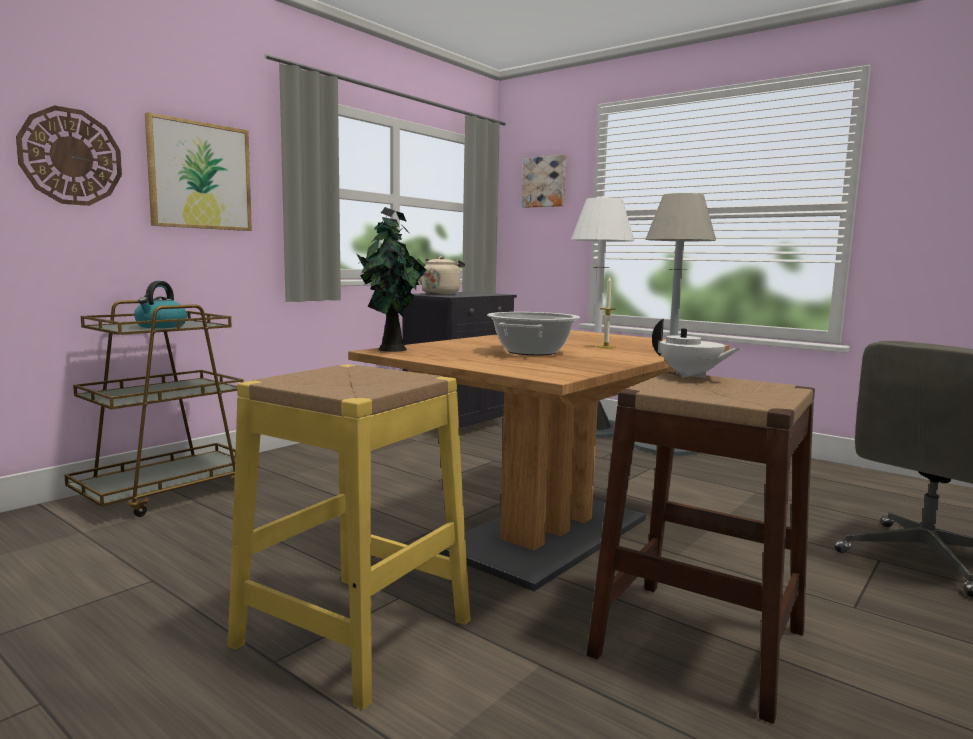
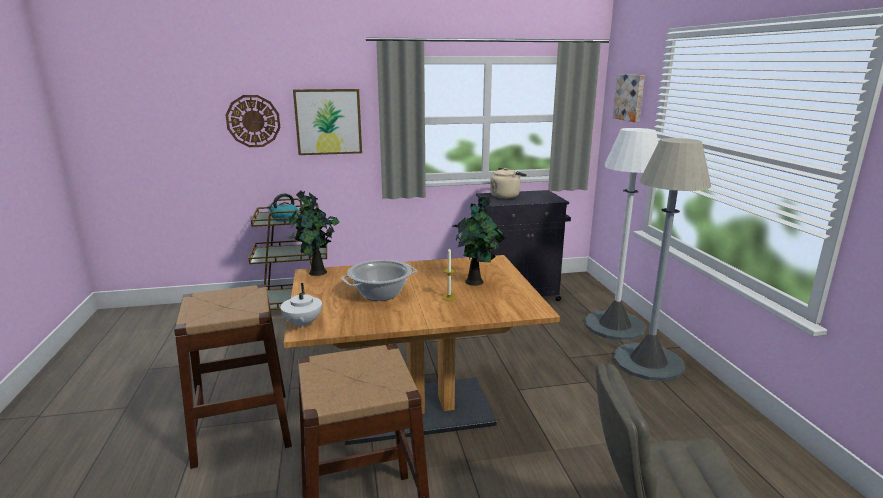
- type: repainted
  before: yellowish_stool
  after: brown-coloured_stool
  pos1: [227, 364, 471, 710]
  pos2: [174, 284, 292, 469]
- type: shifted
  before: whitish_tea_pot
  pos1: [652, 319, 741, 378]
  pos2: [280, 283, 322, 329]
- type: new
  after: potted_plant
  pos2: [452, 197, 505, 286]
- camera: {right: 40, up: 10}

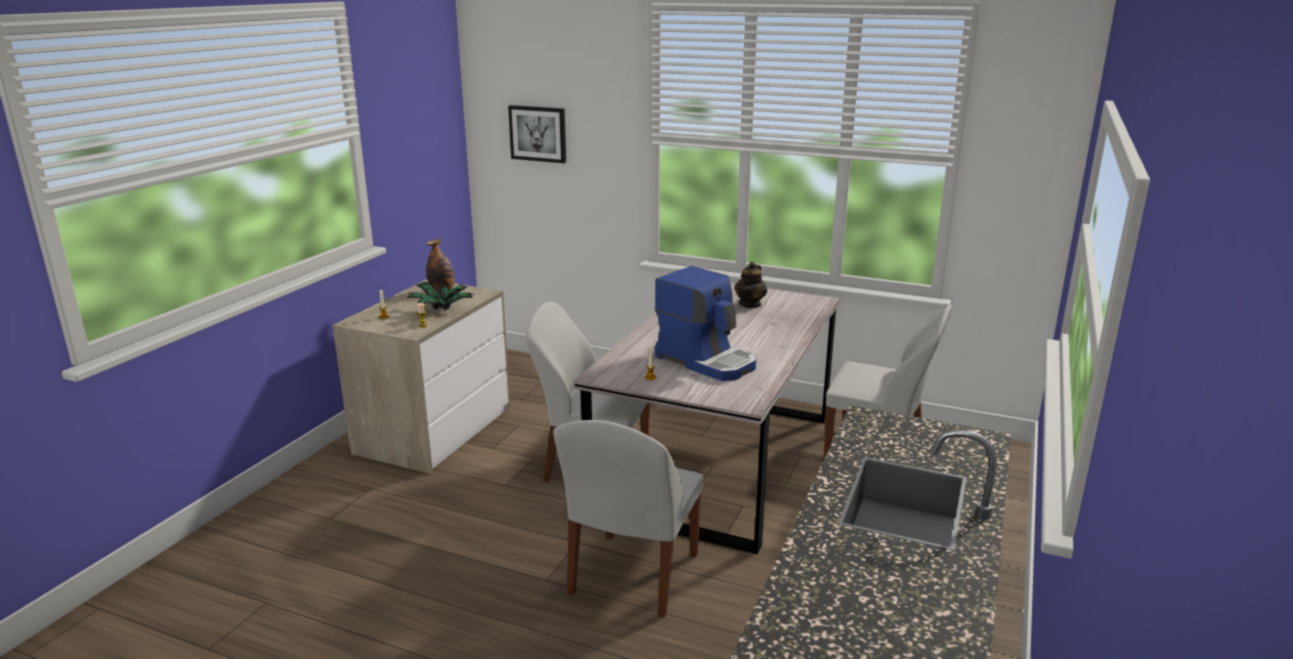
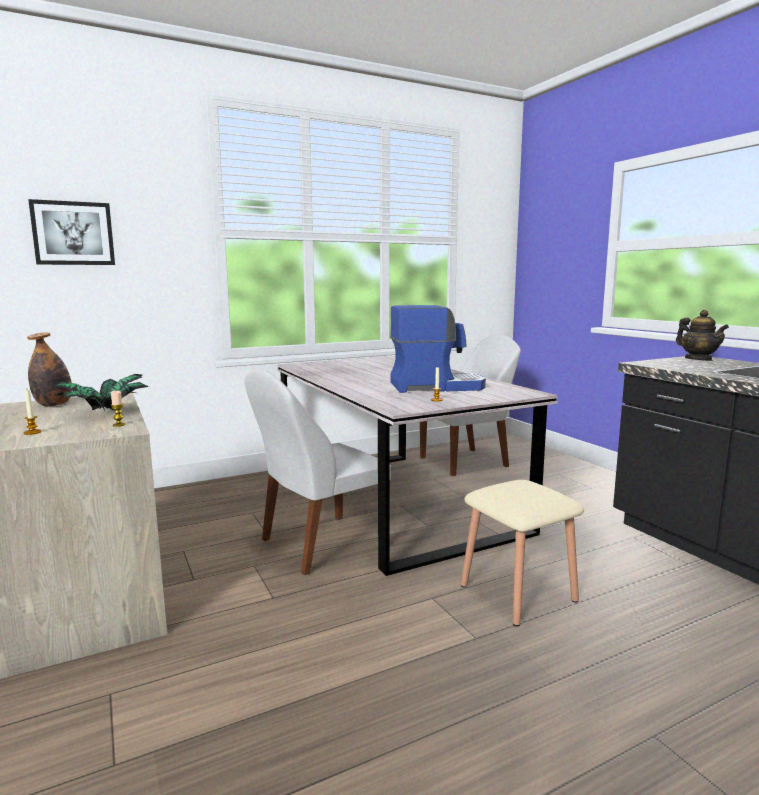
- type: swapped
  before: whitish_chair
  after: beige-coloured_stool
  pos1: [553, 420, 703, 618]
  pos2: [461, 480, 584, 627]
- type: shifted
  before: tea_pot
  pos1: [734, 262, 767, 308]
  pos2: [676, 310, 729, 361]
- camera: {right: -50, up: -10}

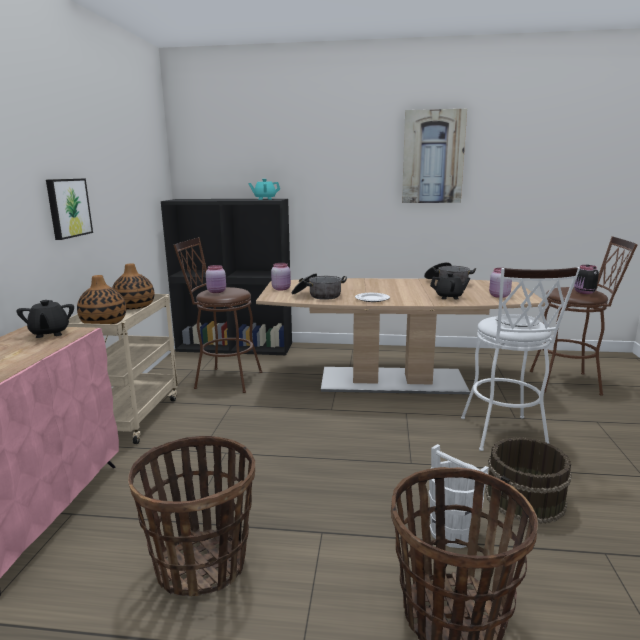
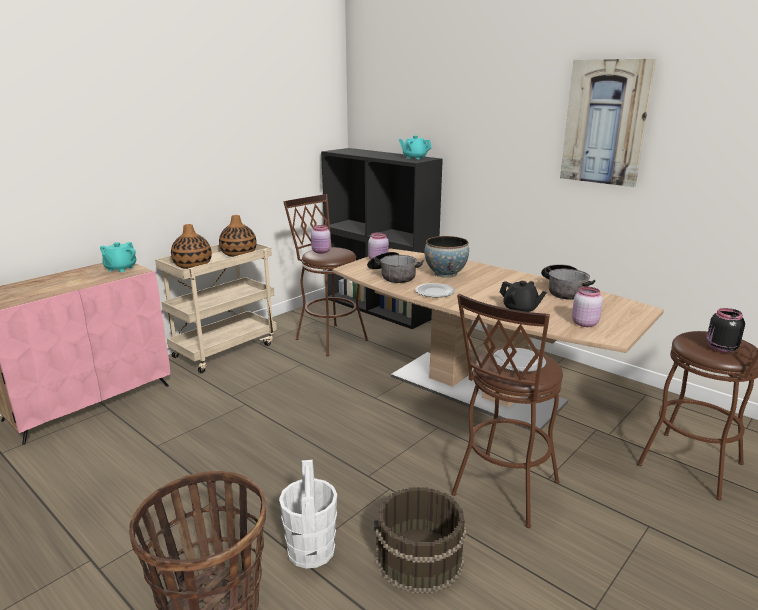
- type: repainted
  before: black_tea_pot
  after: turquoise-coloured_tea_pot
  pos1: [16, 300, 74, 338]
  pos2: [100, 242, 136, 272]
- type: new
  after: bowl
  pos2: [425, 236, 469, 278]
- type: repainted
  before: whitish_stool
  after: brown-coloured_stool
  pos1: [461, 267, 580, 451]
  pos2: [451, 294, 563, 528]
- type: gone
  before: picture
  pos1: [46, 178, 93, 240]
- type: gone
  before: storage_basket
  pos1: [128, 436, 255, 596]
- camera: {right: 35, up: 5}

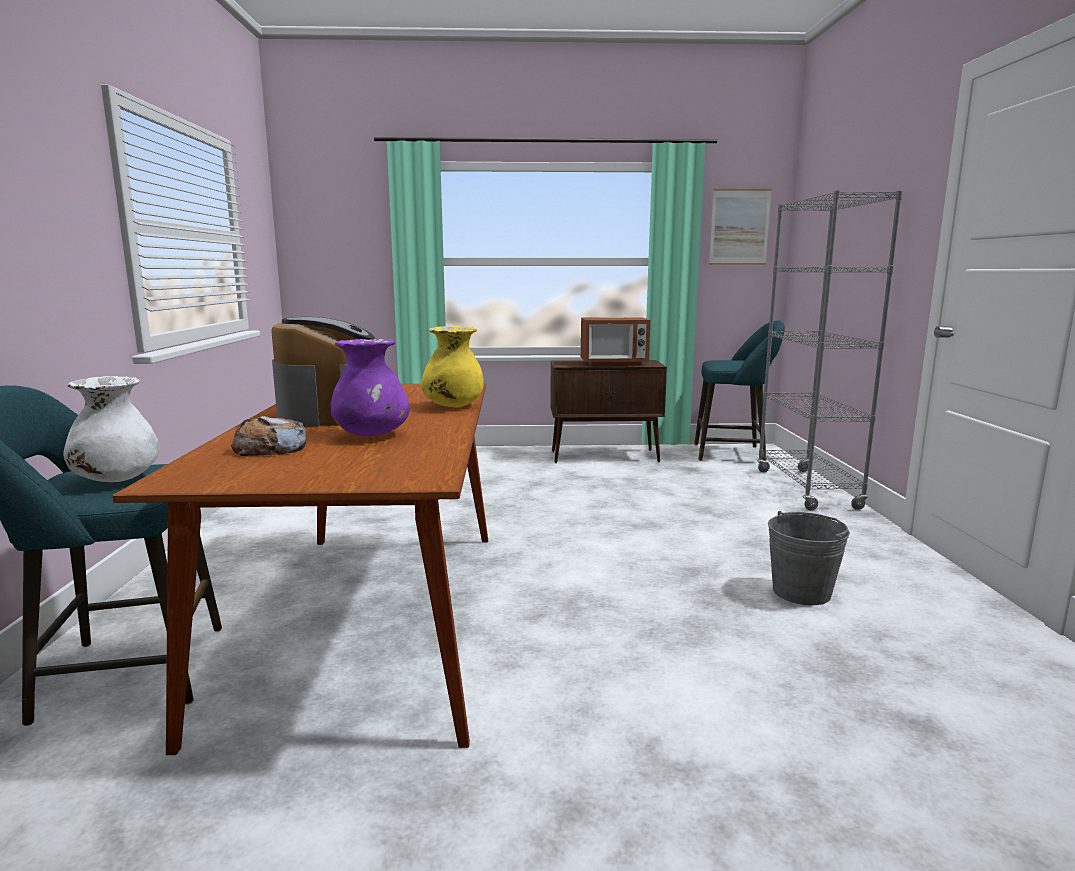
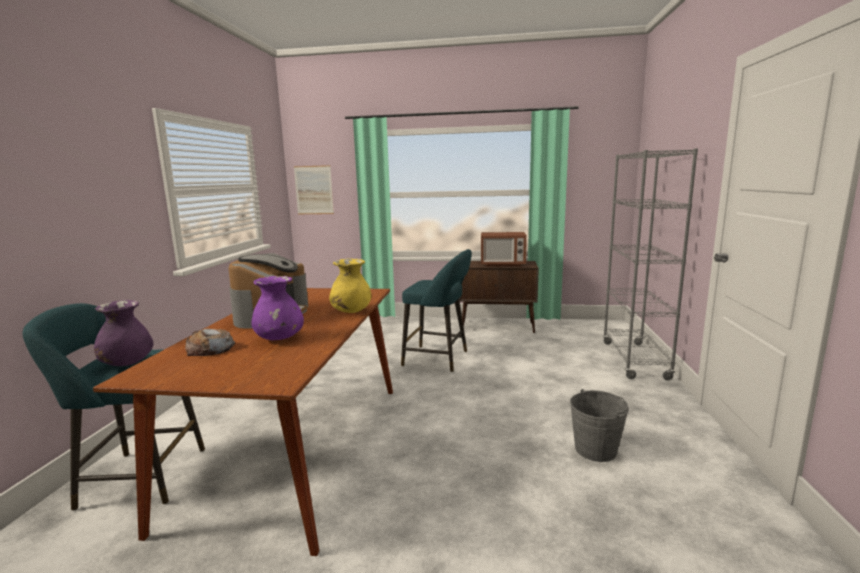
- type: repainted
  before: whitish_vase
  after: purplish_vase
  pos1: [63, 376, 160, 482]
  pos2: [94, 300, 153, 366]
- type: shifted
  before: picture
  pos1: [709, 189, 772, 265]
  pos2: [294, 165, 334, 214]
- type: shifted
  before: turquoise-coloured_stool
  pos1: [694, 320, 785, 461]
  pos2: [401, 249, 472, 372]
- camera: {right: 10, up: 0}

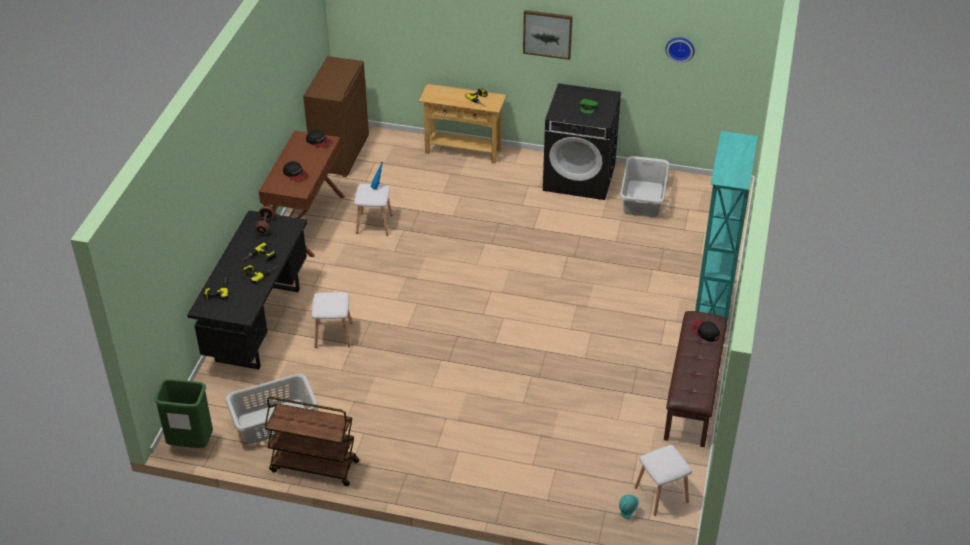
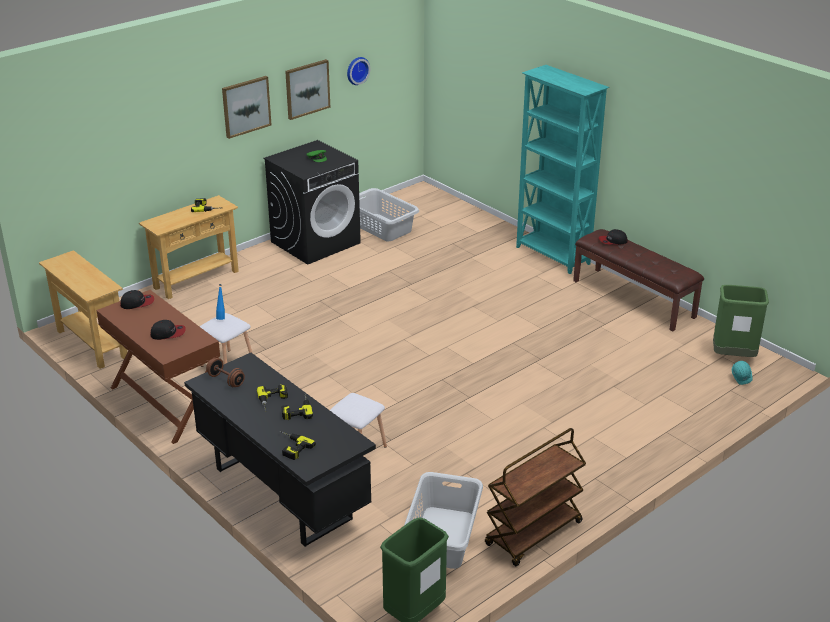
- type: swapped
  before: brown-coloured_cabinet
  after: beige-coloured_console_table
  pos1: [303, 56, 369, 177]
  pos2: [39, 250, 127, 369]
- type: new
  after: picture
  pos2: [285, 59, 330, 120]
- type: swapped
  before: whitish_stool
  after: green-coloured_waste_bin
  pos1: [635, 445, 692, 516]
  pos2: [713, 285, 769, 357]
- camera: {right: -55, up: -10}

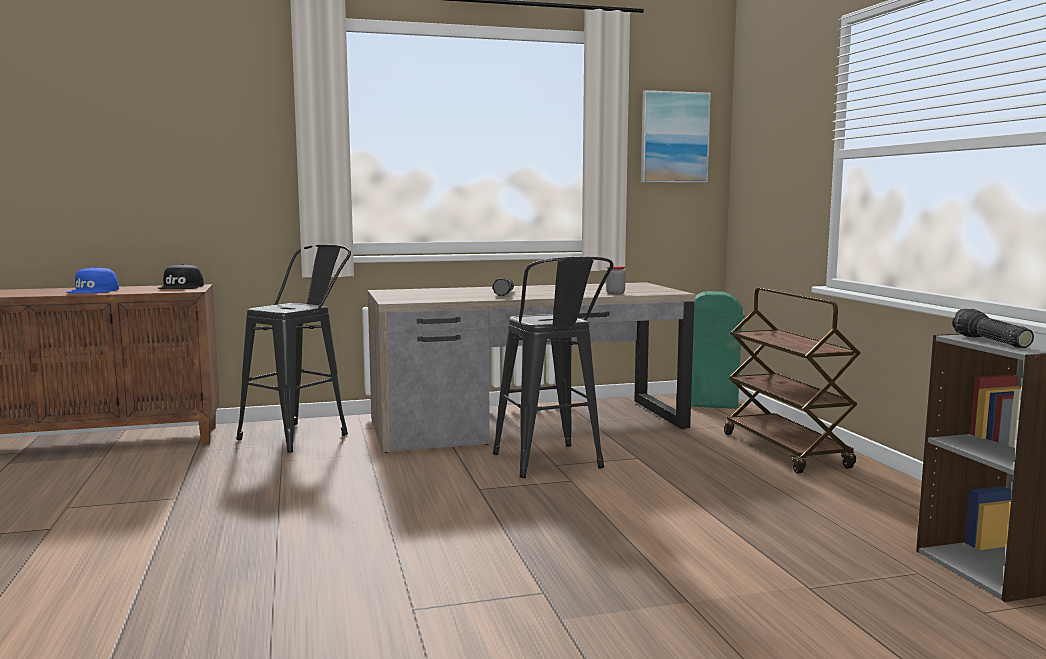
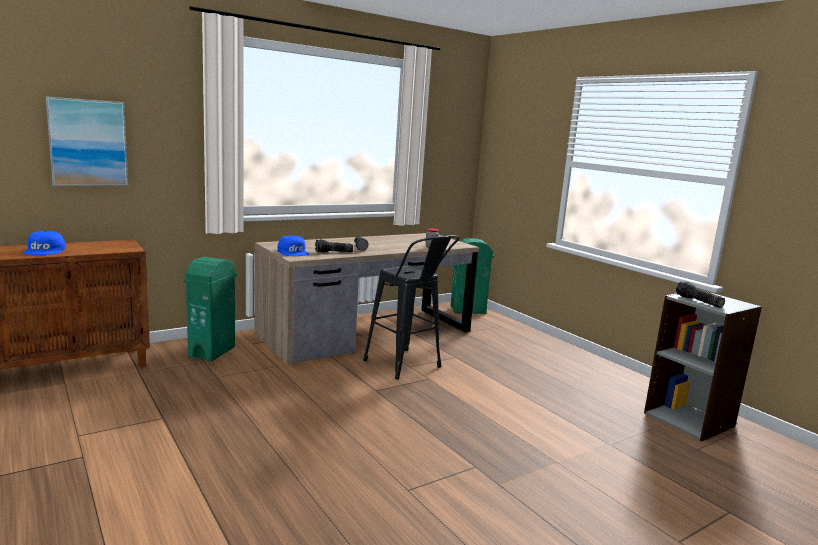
- type: shifted
  before: picture
  pos1: [641, 90, 711, 183]
  pos2: [45, 96, 128, 186]
- type: swapped
  before: black_stool
  after: green-coloured_waste_bin
  pos1: [237, 244, 351, 453]
  pos2: [184, 257, 237, 361]
- type: new
  after: bluish_cap
  pos2: [277, 235, 309, 256]
- type: new
  after: torch
  pos2: [315, 239, 353, 253]
- type: gone
  before: black_cap
  pos1: [158, 264, 204, 289]
- type: gone
  before: brown-coloured_cart
  pos1: [724, 288, 861, 473]
- camera: {right: -20, up: 5}

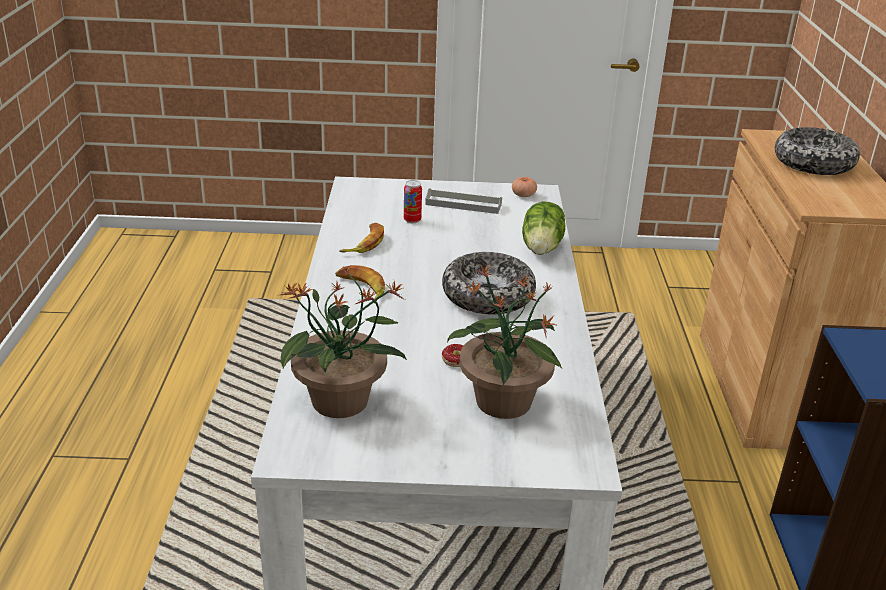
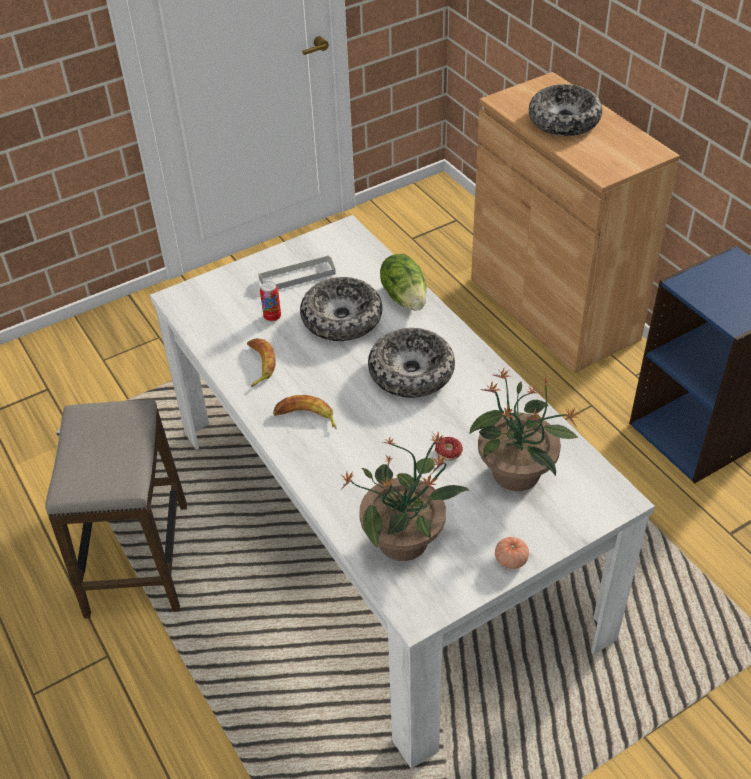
- type: new
  after: stool
  pos2: [45, 400, 187, 619]
- type: new
  after: bowl
  pos2: [300, 277, 382, 341]
- type: shifted
  before: whole_tomato
  pos1: [512, 177, 537, 197]
  pos2: [495, 537, 529, 569]
- camera: {right: -30, up: 15}

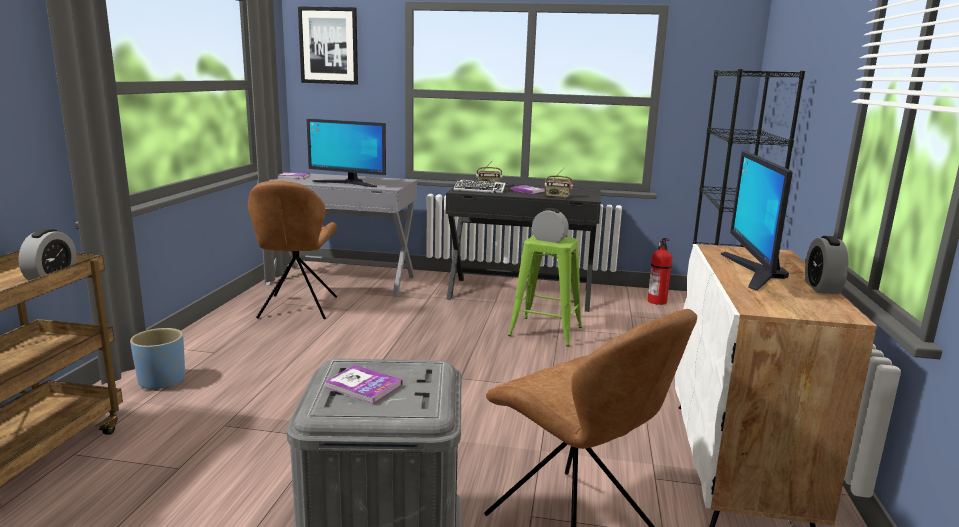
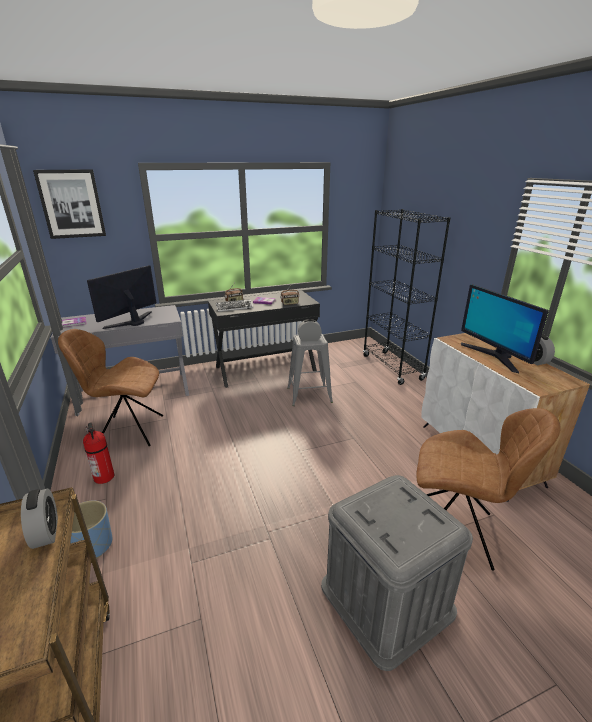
- type: rotated
  before: brown-coloured_chair
  pos1: [248, 181, 337, 319]
  pos2: [58, 329, 163, 446]
  turn: 120
- type: shifted
  before: extinguisher
  pos1: [647, 238, 672, 305]
  pos2: [83, 422, 114, 484]
- type: rotated
  before: computer_display
  pos1: [307, 118, 386, 187]
  pos2: [87, 265, 156, 329]
  turn: 135
- type: repainted
  before: green-coloured_stool
  after: gray_stool
  pos1: [508, 235, 582, 346]
  pos2: [287, 334, 333, 406]
- type: gone
  before: bound_book
  pos1: [324, 365, 402, 404]
- camera: {right: -30, up: 10}

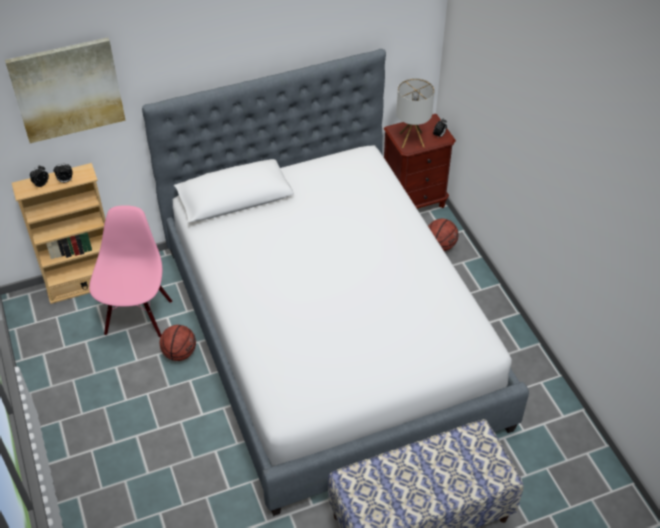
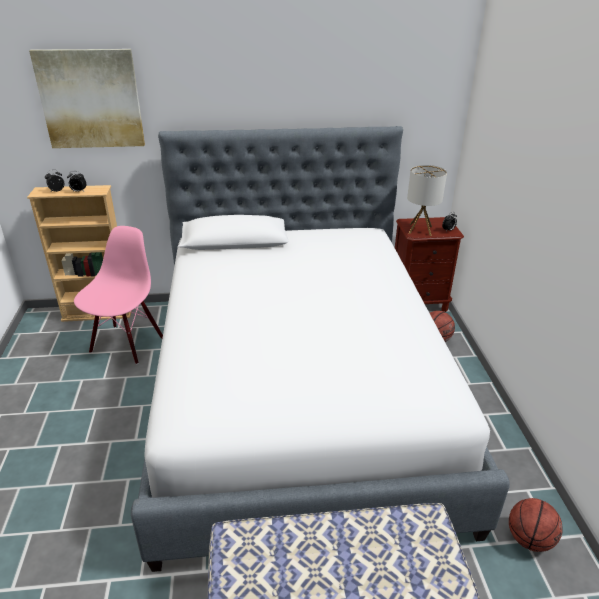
- type: shifted
  before: ball_for_basketball
  pos1: [160, 325, 196, 361]
  pos2: [509, 498, 563, 552]
- camera: {right: 15, up: -15}

